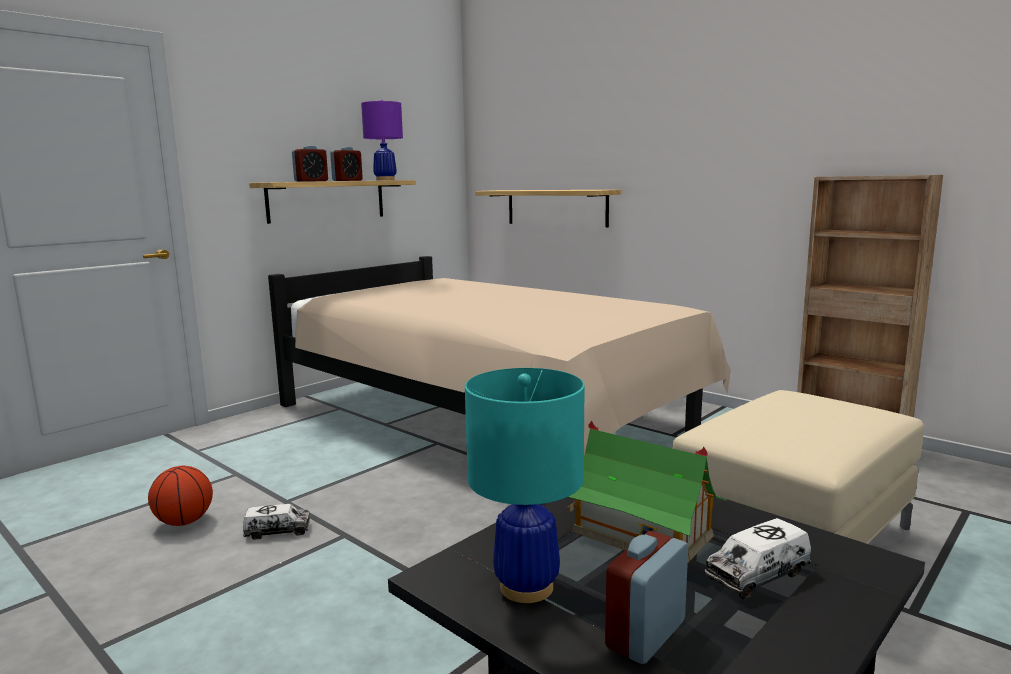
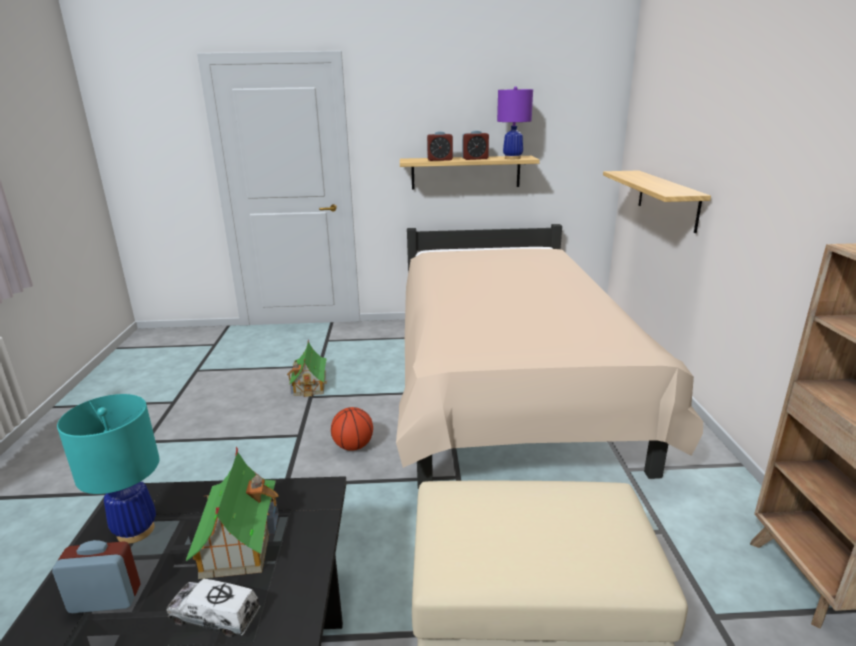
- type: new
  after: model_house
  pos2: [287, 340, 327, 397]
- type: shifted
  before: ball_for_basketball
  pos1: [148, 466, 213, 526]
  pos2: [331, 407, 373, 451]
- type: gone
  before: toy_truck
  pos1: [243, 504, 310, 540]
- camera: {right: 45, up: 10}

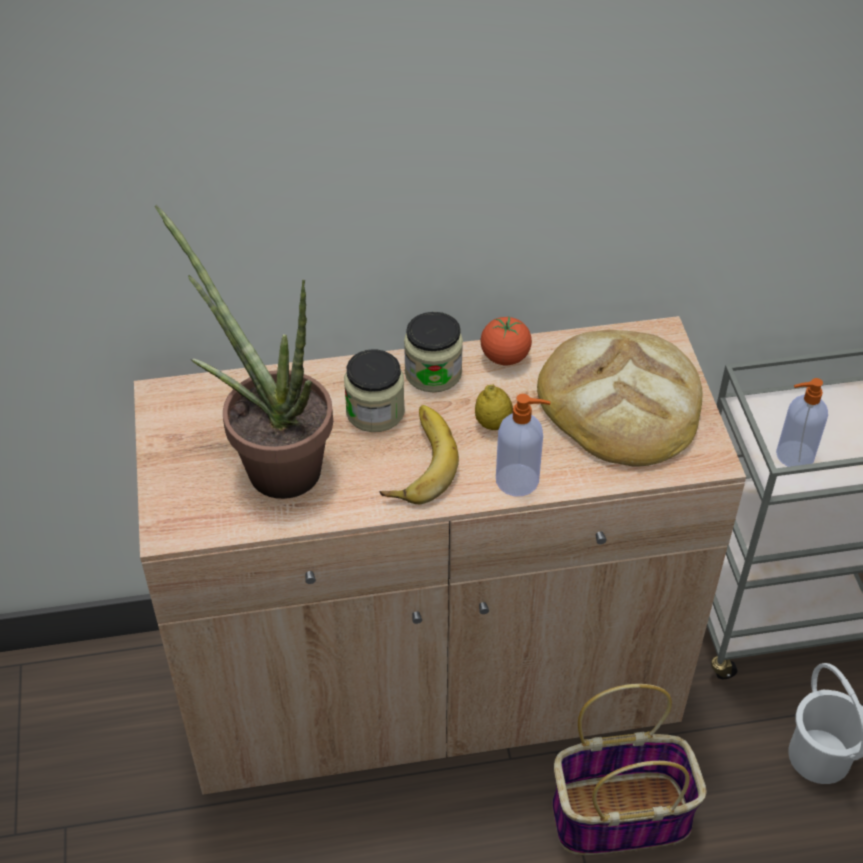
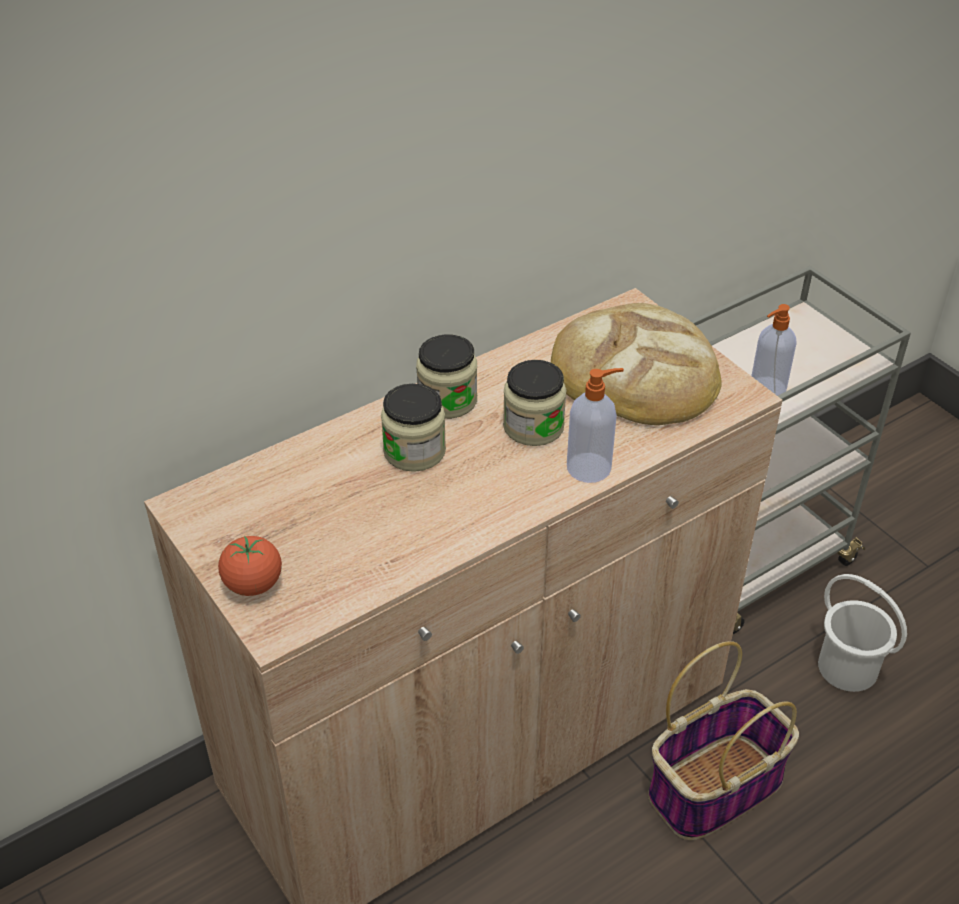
- type: shifted
  before: whole_tomato
  pos1: [481, 317, 532, 365]
  pos2: [218, 536, 282, 596]
- type: swapped
  before: whole_lemon
  after: preserve_jar
  pos1: [475, 384, 513, 430]
  pos2: [503, 360, 567, 446]
- type: gone
  before: potted_plant
  pos1: [154, 205, 333, 499]
- type: gone
  before: banana
  pos1: [379, 405, 459, 504]
- camera: {right: -25, up: -5}

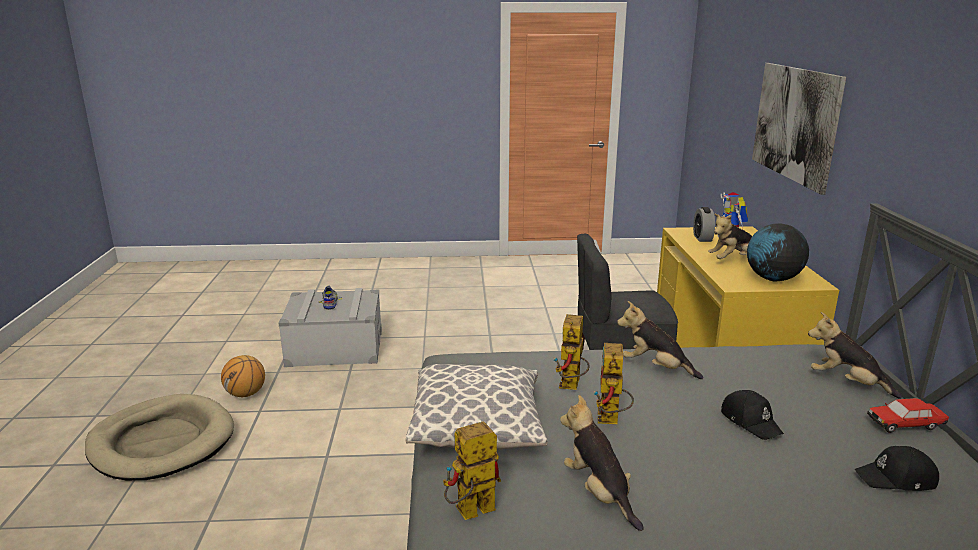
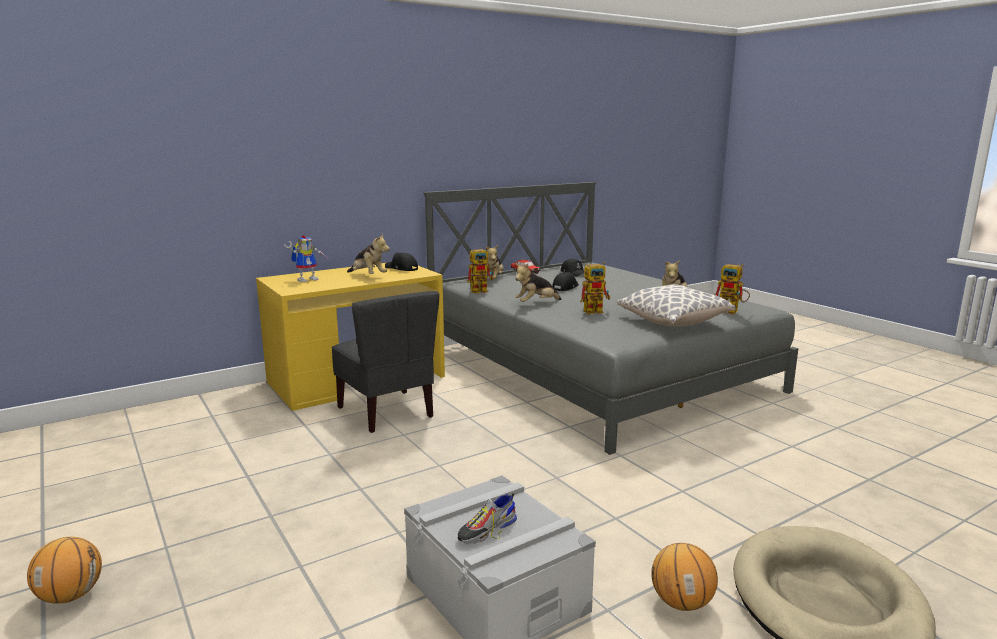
- type: new
  after: ball_for_basketball
  pos2: [27, 537, 102, 604]
- type: swapped
  before: desk_globe
  after: black_cap
  pos1: [747, 224, 809, 282]
  pos2: [385, 253, 418, 271]
- type: shifted
  before: toy_robot
  pos1: [594, 343, 634, 424]
  pos2: [467, 247, 494, 294]
- type: rotated
  before: cuddly_toy
  pos1: [617, 301, 703, 379]
  pos2: [515, 263, 562, 302]
  turn: 60
- type: gone
  before: bedside_clock
  pos1: [693, 207, 715, 242]
- type: gone
  before: picture
  pos1: [752, 63, 846, 195]
- camera: {right: -120, up: -5}

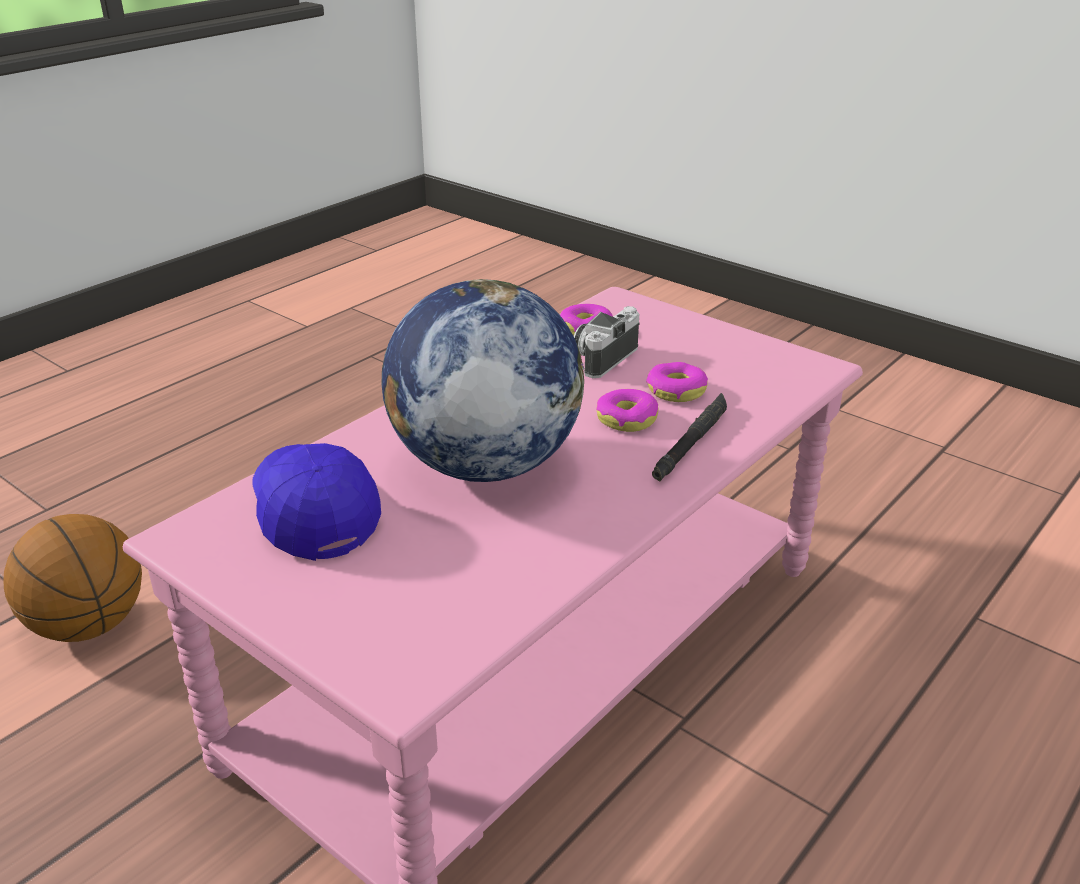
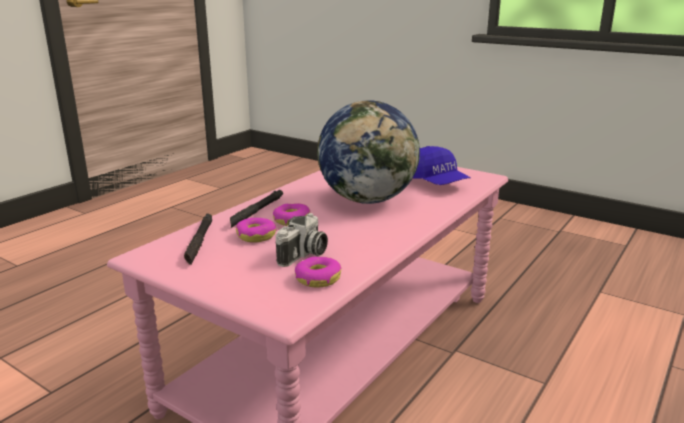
- type: new
  after: black_torch
  pos2: [184, 214, 212, 265]
- type: gone
  before: ball_for_basketball
  pos1: [3, 514, 142, 642]
- camera: {right: 175, up: -10}

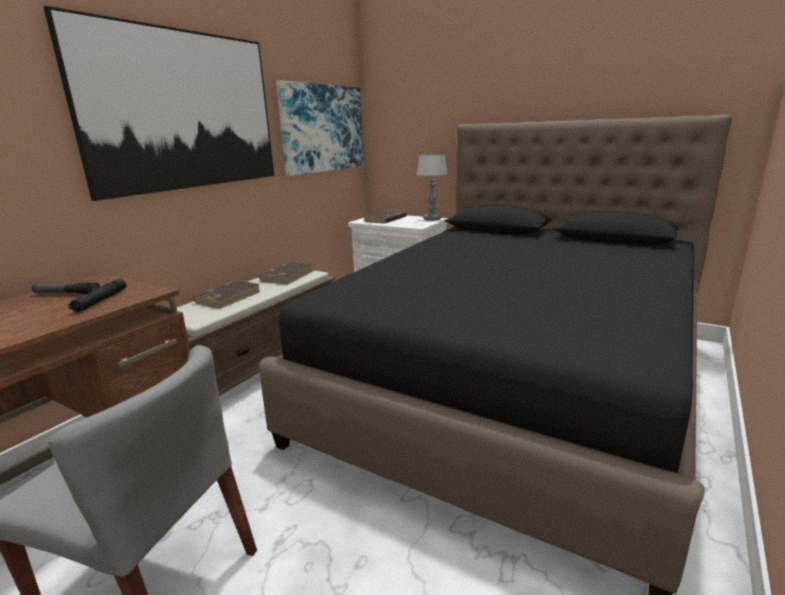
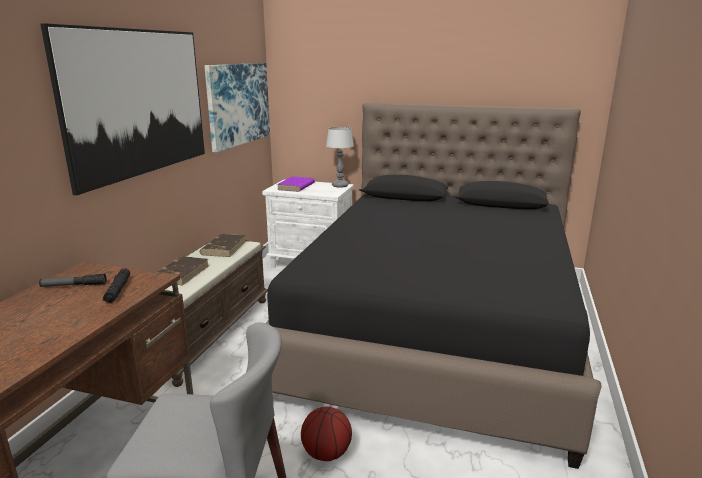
- type: repainted
  before: brown-coloured_bound_book
  after: purplish_bound_book
  pos1: [363, 210, 407, 224]
  pos2: [277, 176, 315, 192]
- type: new
  after: ball_for_basketball
  pos2: [301, 407, 352, 461]
- camera: {right: -15, up: 0}

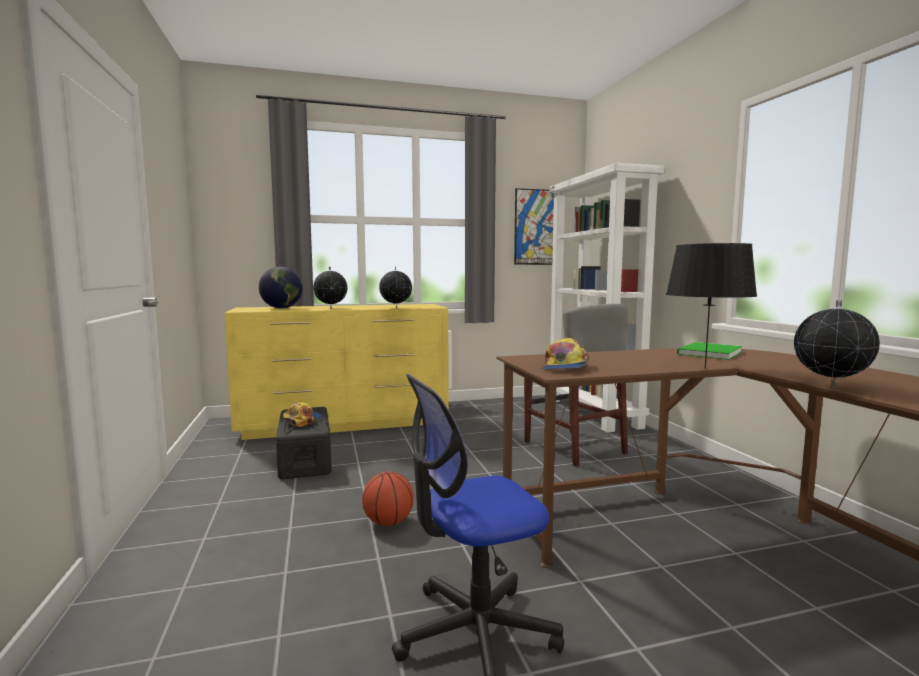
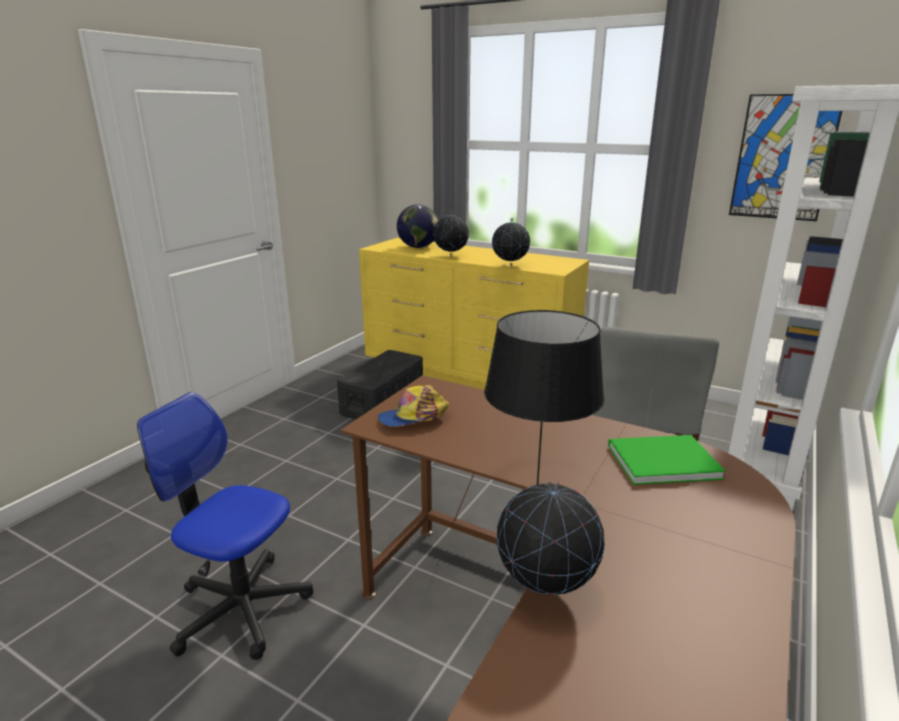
- type: gone
  before: cap
  pos1: [283, 402, 323, 427]
- type: gone
  before: ball_for_basketball
  pos1: [362, 471, 414, 526]
- camera: {right: 45, up: 15}

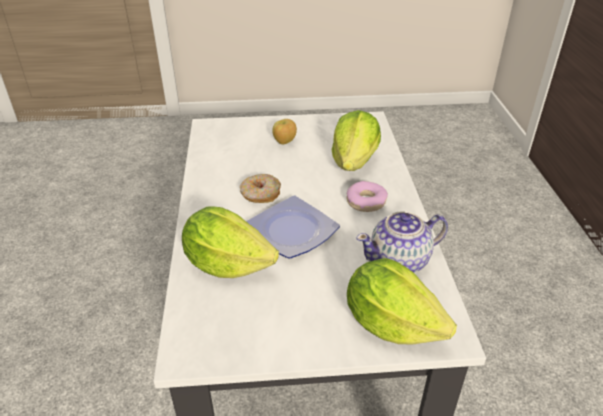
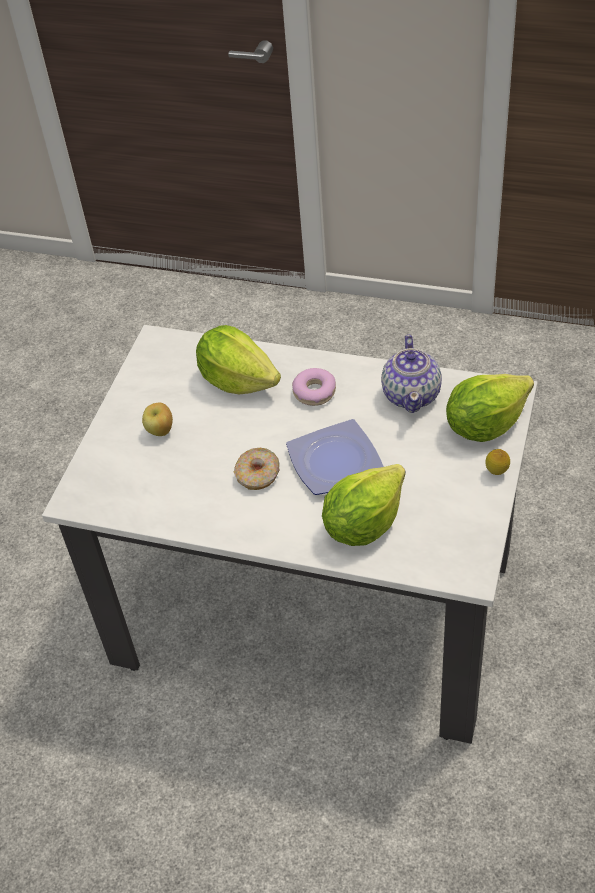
- type: new
  after: whole_lemon
  pos2: [485, 449, 510, 475]
- camera: {right: -65, up: 10}

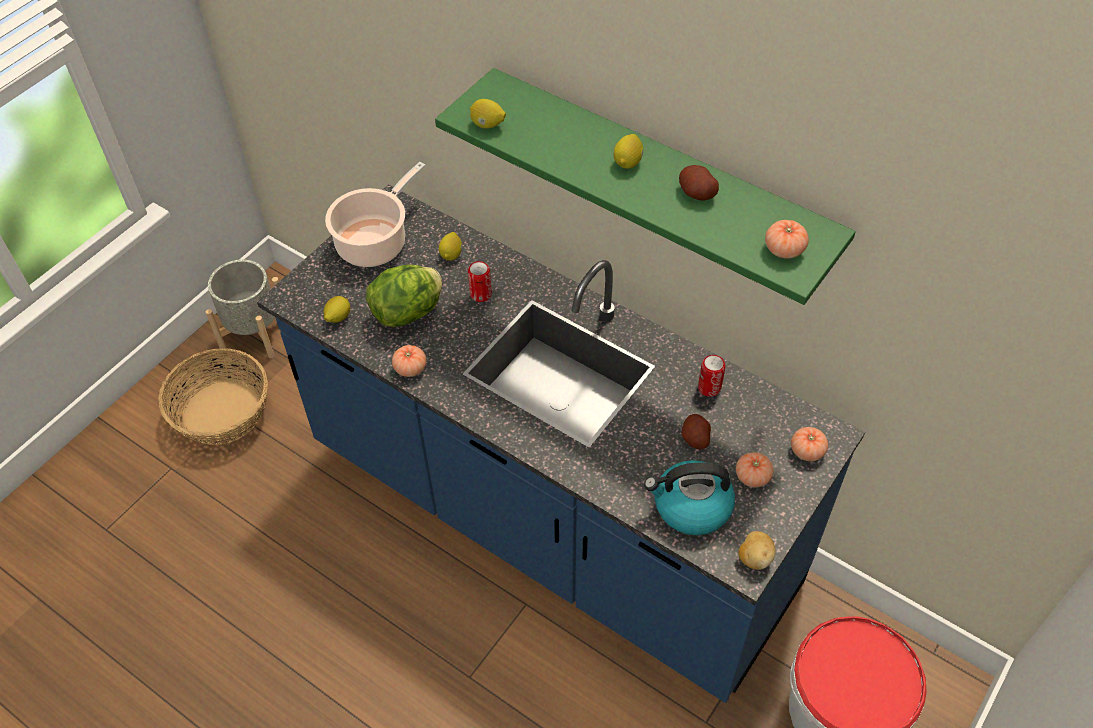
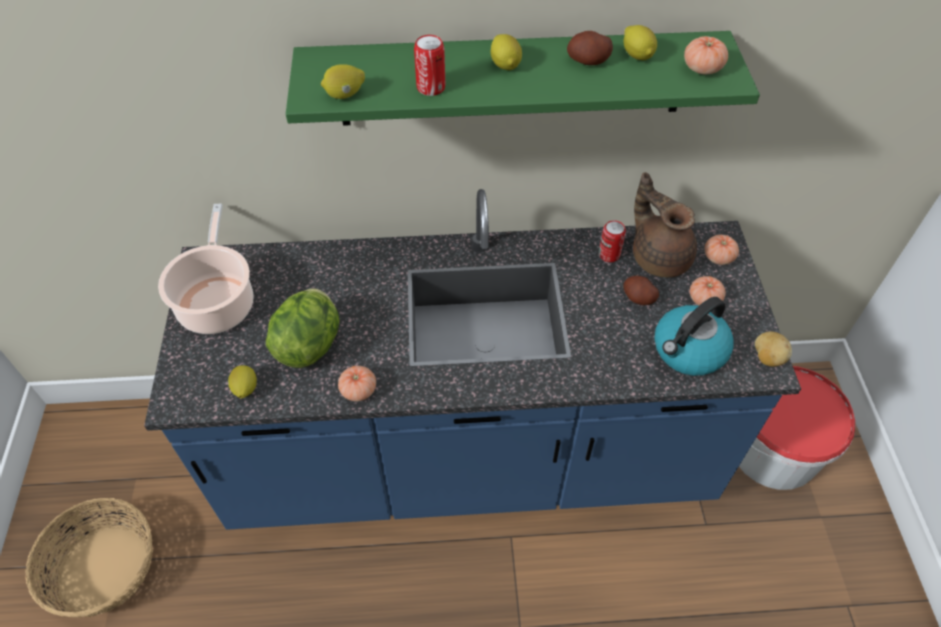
- type: shifted
  before: sealed_can
  pos1: [468, 261, 492, 302]
  pos2: [414, 35, 445, 96]
- type: shifted
  before: whole_lemon
  pos1: [439, 232, 462, 261]
  pos2: [623, 25, 657, 60]
- type: new
  after: brown-coloured_tea_pot
  pos2: [633, 172, 697, 277]
- type: gone
  before: gray_plant_pot
  pos1: [206, 260, 279, 358]
- camera: {right: -40, up: 0}

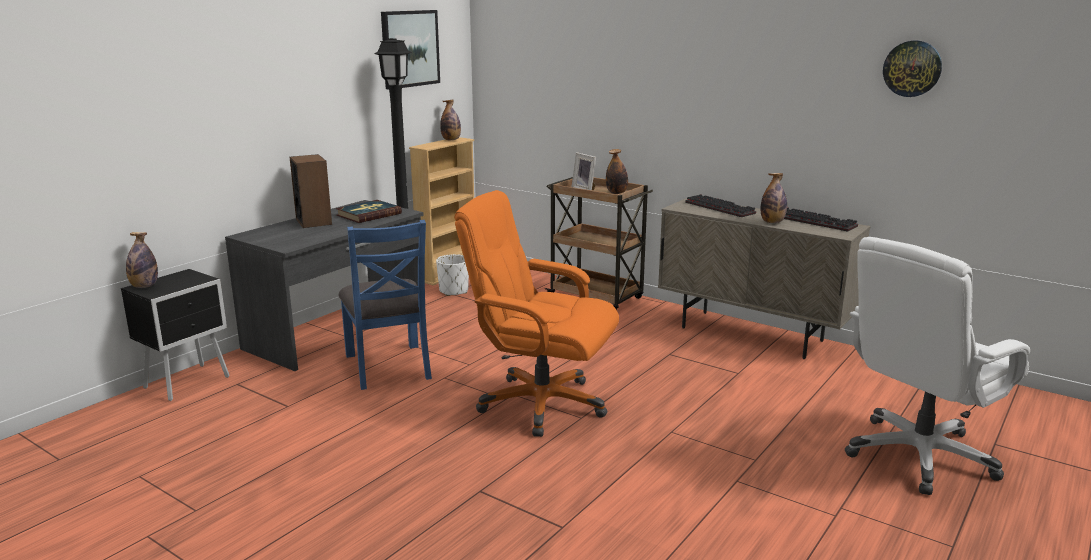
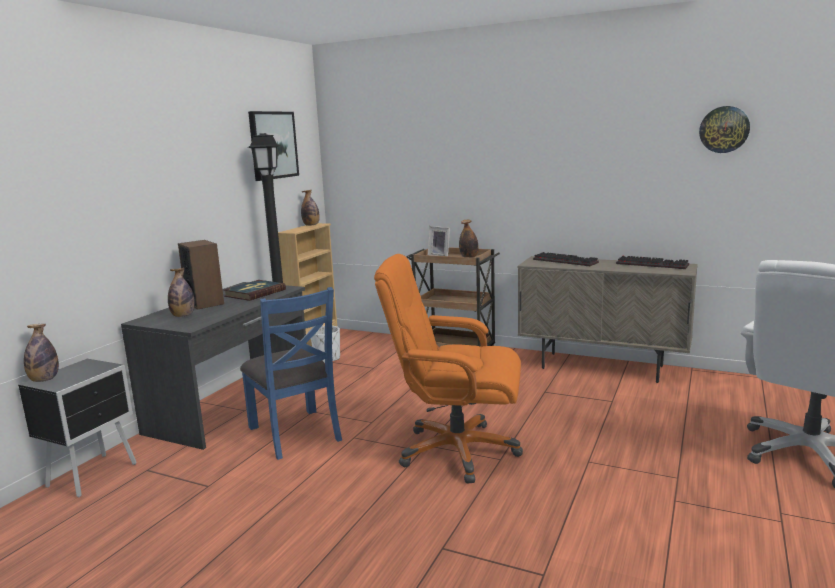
- type: shifted
  before: bottle
  pos1: [760, 173, 787, 223]
  pos2: [168, 268, 195, 317]
- camera: {right: -10, up: -5}

